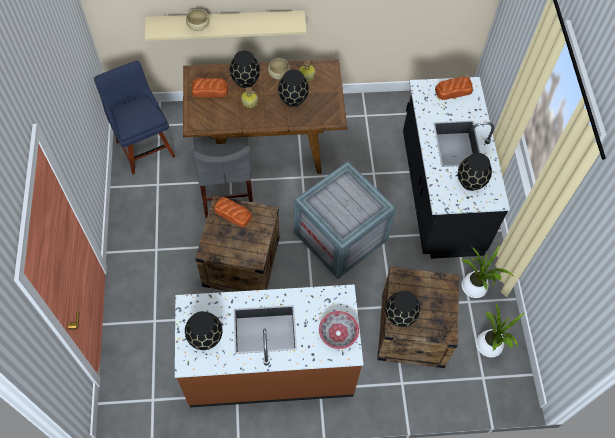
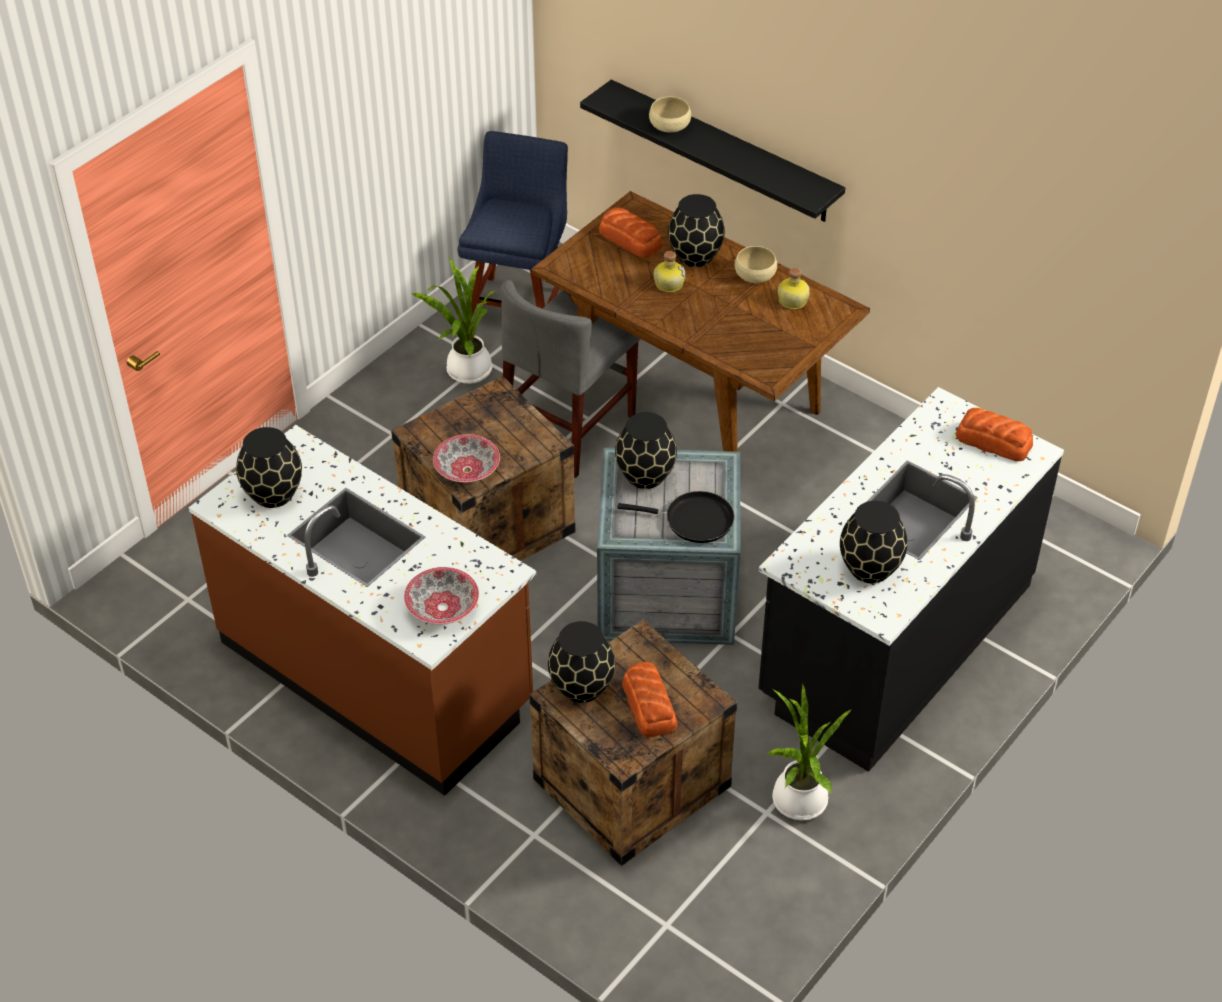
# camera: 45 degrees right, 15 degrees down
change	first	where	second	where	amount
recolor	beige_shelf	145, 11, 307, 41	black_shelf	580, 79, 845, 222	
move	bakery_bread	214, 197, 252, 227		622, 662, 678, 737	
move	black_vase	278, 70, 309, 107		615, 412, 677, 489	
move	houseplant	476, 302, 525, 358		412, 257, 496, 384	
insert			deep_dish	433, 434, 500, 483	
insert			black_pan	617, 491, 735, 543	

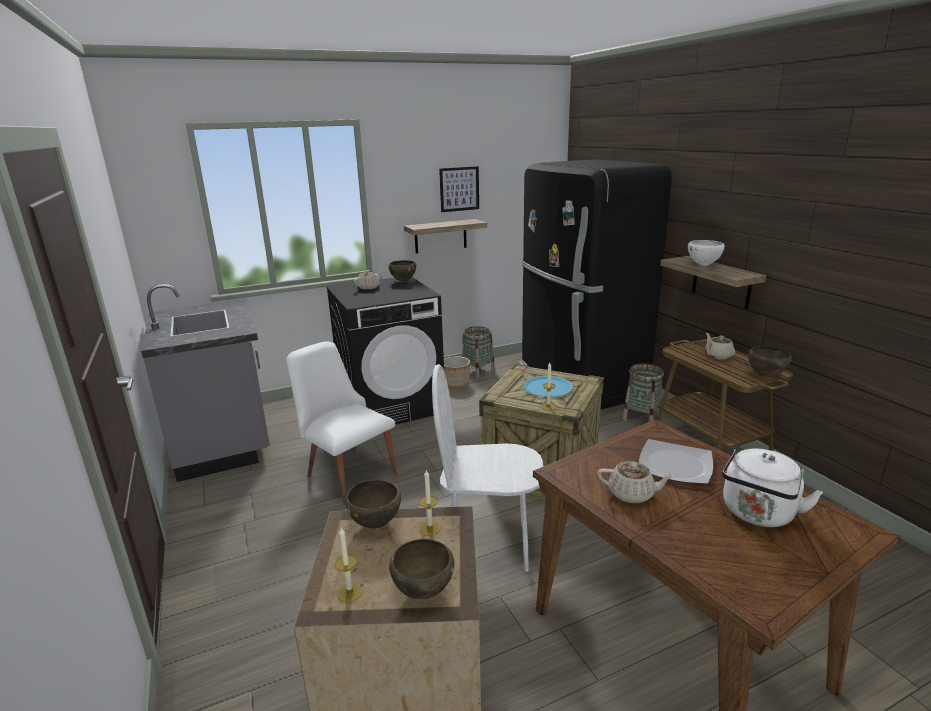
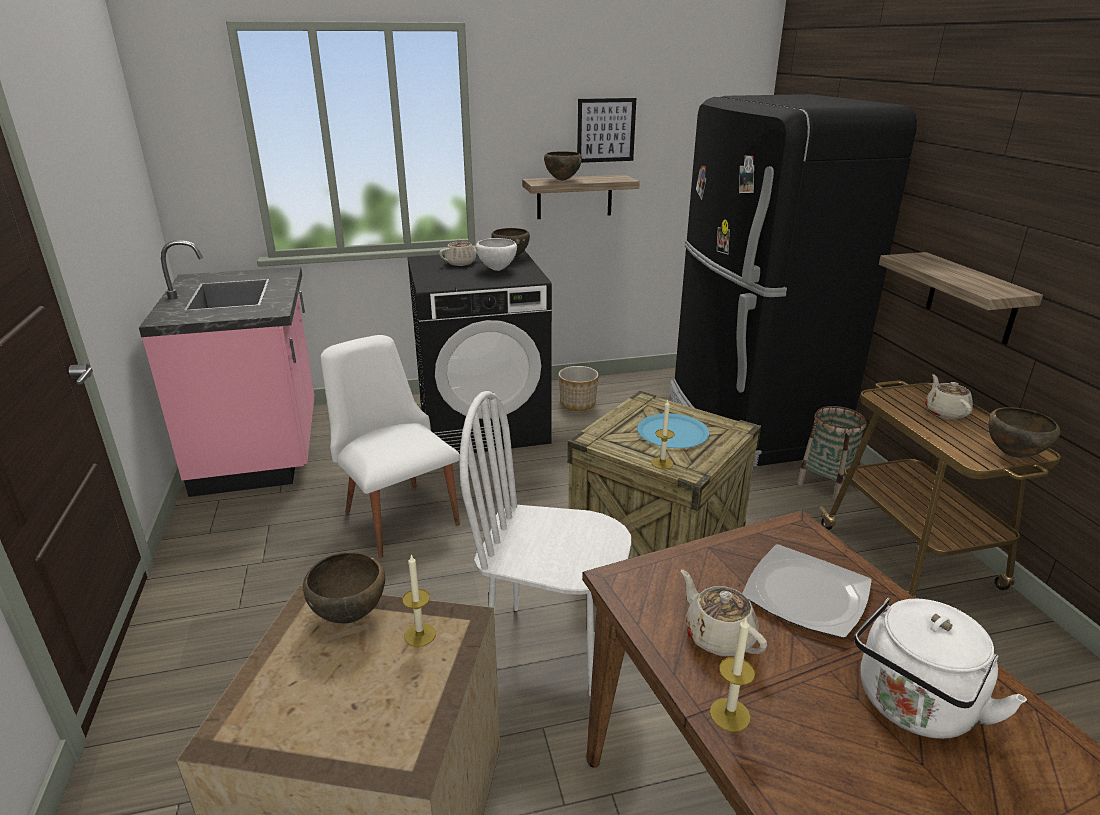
# camera: 10 degrees right, 5 degrees up
change	first	where	second	where	amount
recolor	grey_kitchen_counter	141, 284, 270, 482	pink_kitchen_counter	139, 240, 315, 497	
move	candle	335, 528, 362, 602		710, 618, 755, 732	
move	brown-coloured_deep_dish	389, 539, 454, 599		544, 151, 582, 180	
delete	basket	462, 326, 495, 379			
rotate	beige_tea_pot	597, 461, 675, 504		681, 570, 767, 656	150 degrees counterclockwise
move	whitish_deep_dish	688, 240, 725, 266		476, 238, 517, 271	

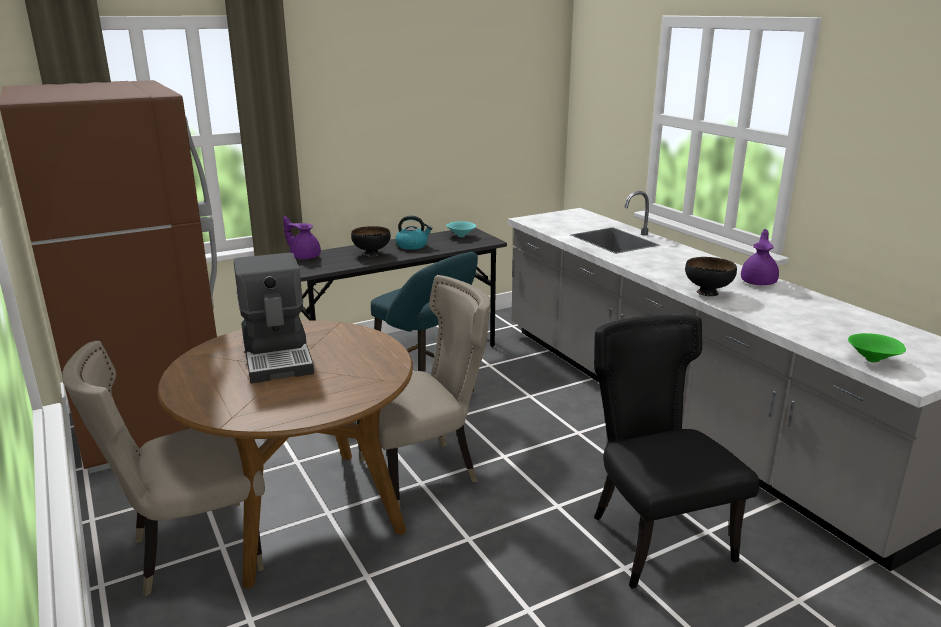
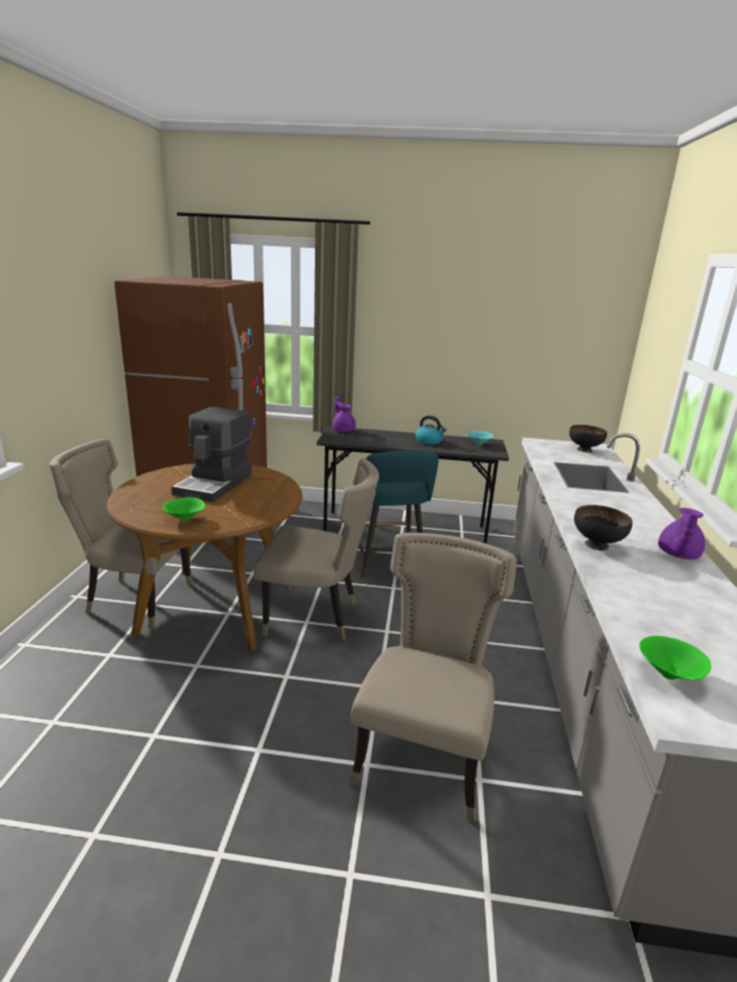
# camera: 35 degrees right, 0 degrees up
change	first	where	second	where	amount
move	black_deep_dish	351, 226, 391, 257		569, 425, 607, 452	
recolor	black_upright_chair	594, 314, 760, 589	beige_upright_chair	350, 533, 517, 822	
rotate	purplish_tea_pot	741, 229, 779, 285		658, 508, 705, 560	150 degrees clockwise
insert			green-coloured_deep_dish	163, 498, 206, 521	

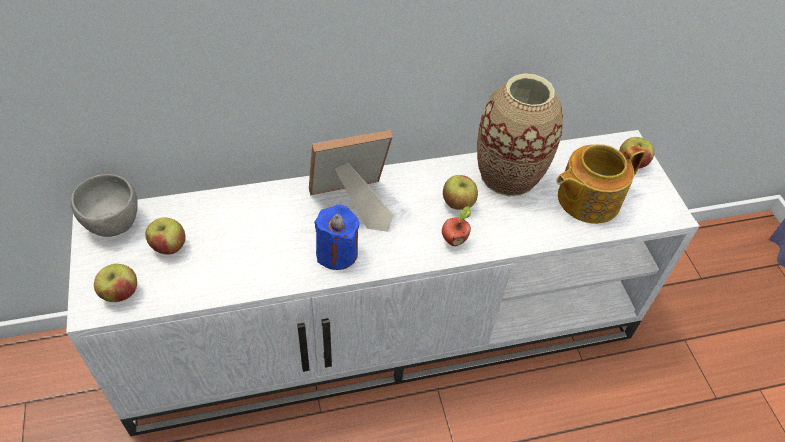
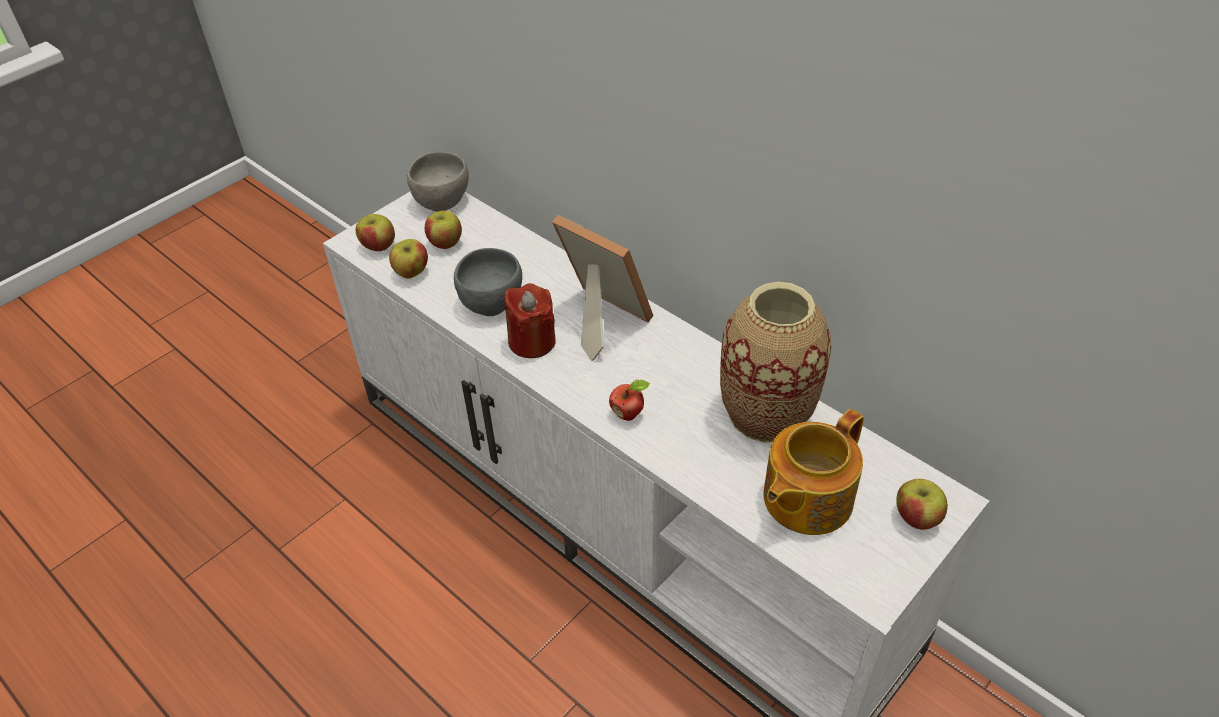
# camera: 60 degrees right, 5 degrees down
change	first	where	second	where	amount
recolor	blue-coloured_candle	314, 204, 359, 270	reddish_candle	505, 283, 556, 358	
move	whole_apple	443, 175, 478, 210		389, 239, 428, 279	
rotate	tea_pot	556, 144, 645, 224		763, 409, 864, 535	75 degrees counterclockwise
insert			grey_deep_dish	454, 248, 522, 316	

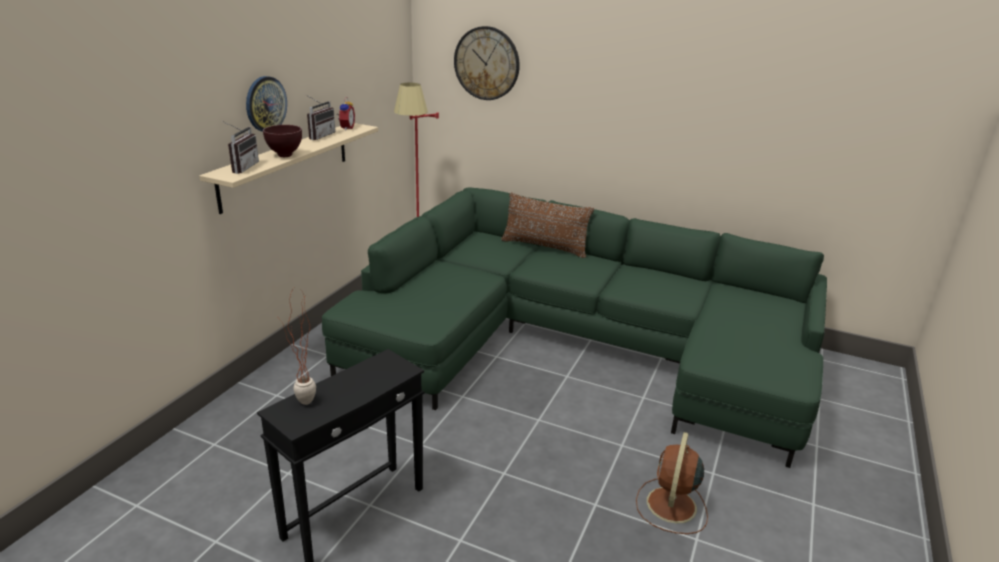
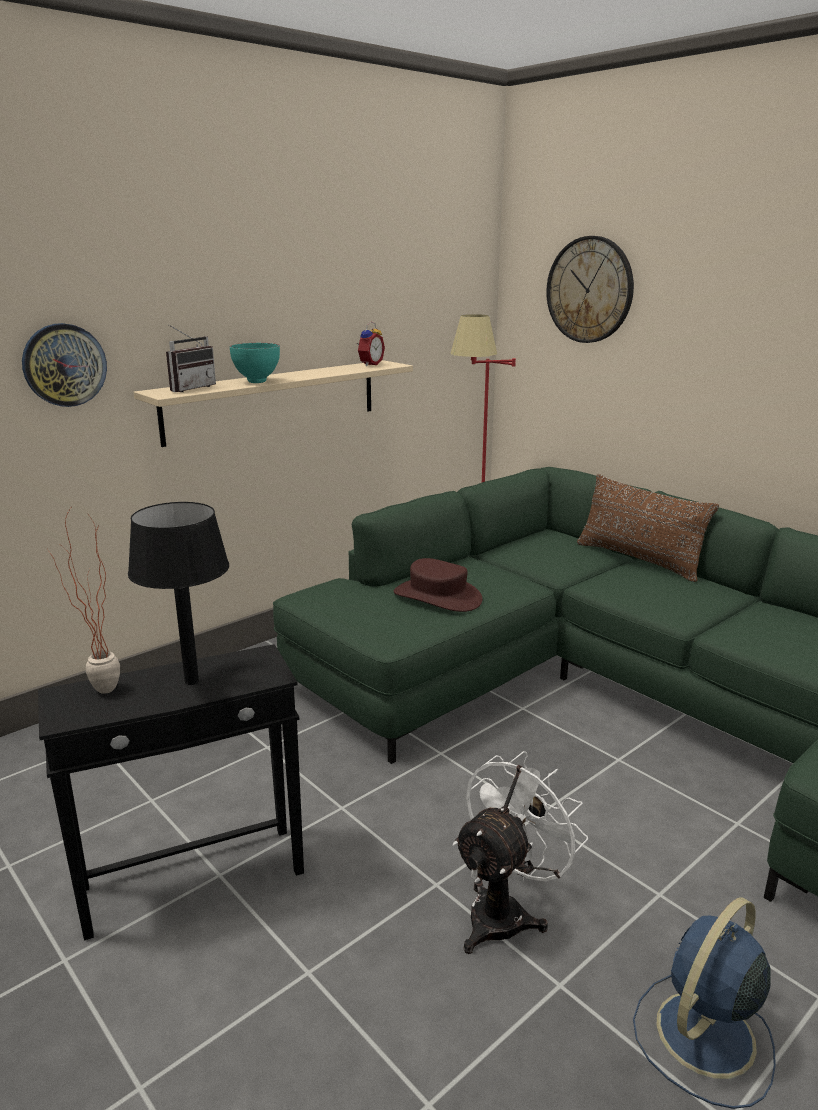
# camera: 25 degrees right, 5 degrees down
change	first	where	second	where	amount
move	hanging_clock	246, 76, 287, 132		22, 323, 107, 407	
recolor	brown-coloured_deep_dish	263, 125, 302, 157	blue-green_deep_dish	230, 343, 280, 383	
delete	radio_set	306, 95, 335, 140			
recolor	brown-coloured_fan	636, 432, 708, 534	blue-coloured_fan	633, 897, 776, 1109	
insert			black_lamp_for_a_table	128, 502, 229, 685	
insert			brown-coloured_hat	394, 558, 483, 612	
insert			whitish_fan	453, 751, 588, 954	

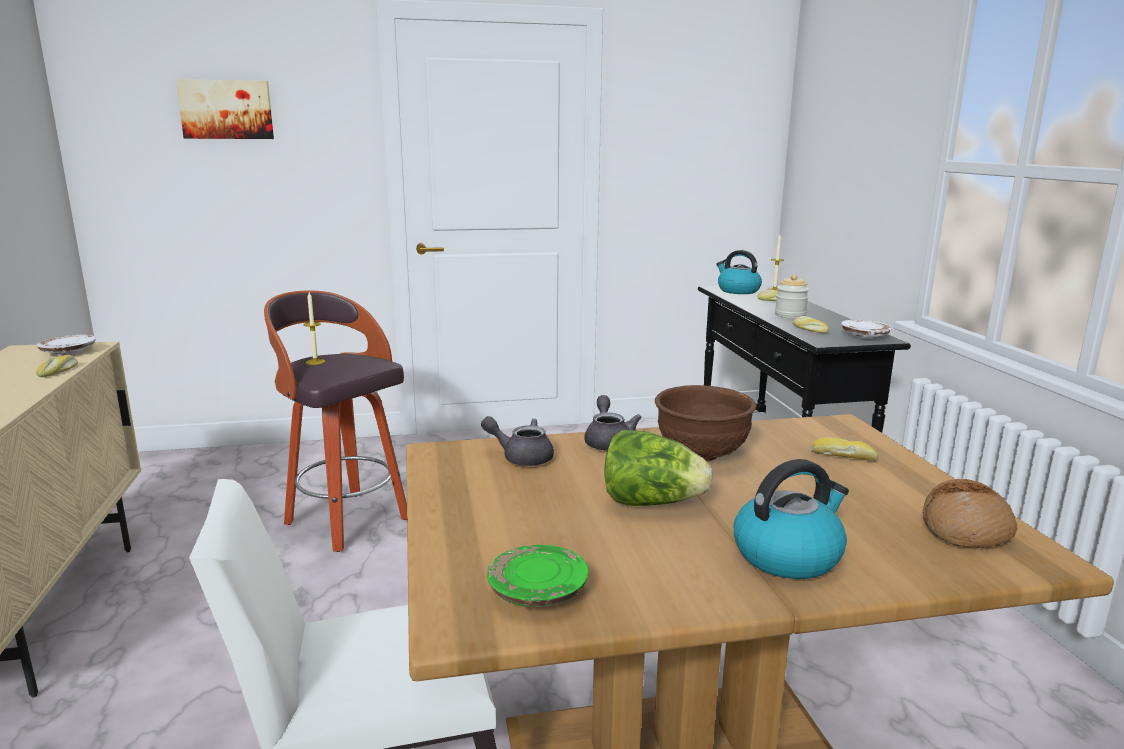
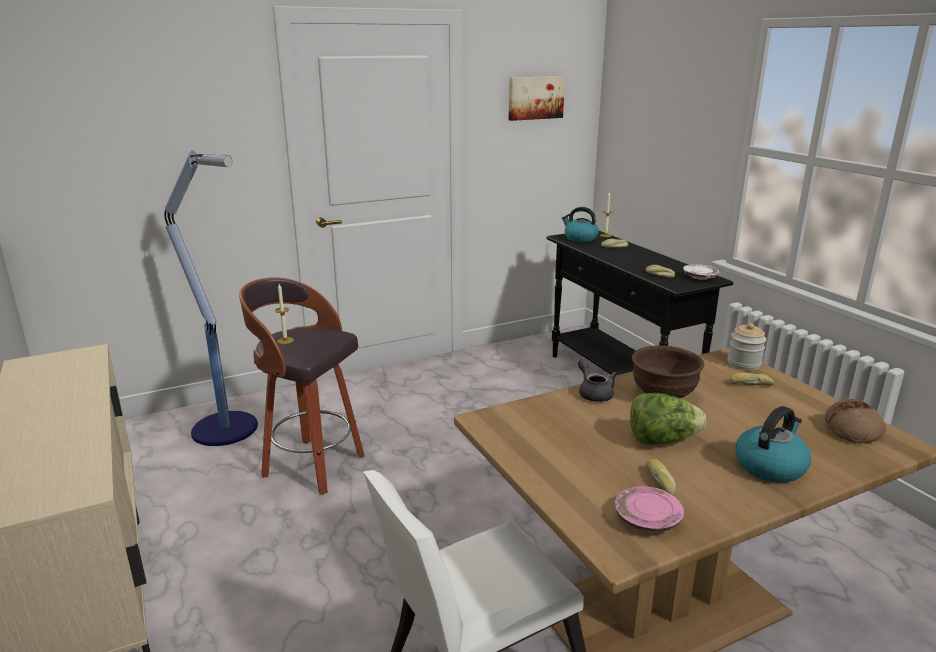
# camera: 15 degrees left, 5 degrees up
change	first	where	second	where	amount
move	bakery_bread	36, 355, 78, 377		645, 459, 676, 495	
delete	whitish_dinner_plate	37, 335, 96, 356			
move	wall_picture	176, 79, 274, 139		509, 76, 565, 121	
delete	grey_tea_pot	481, 416, 554, 466			
recolor	green-coloured_dinner_plate	487, 545, 589, 607	pink_dinner_plate	615, 486, 684, 532	
move	preserve_jar	775, 274, 809, 319		728, 323, 766, 370	
insert			standing_lamp	164, 150, 258, 446	

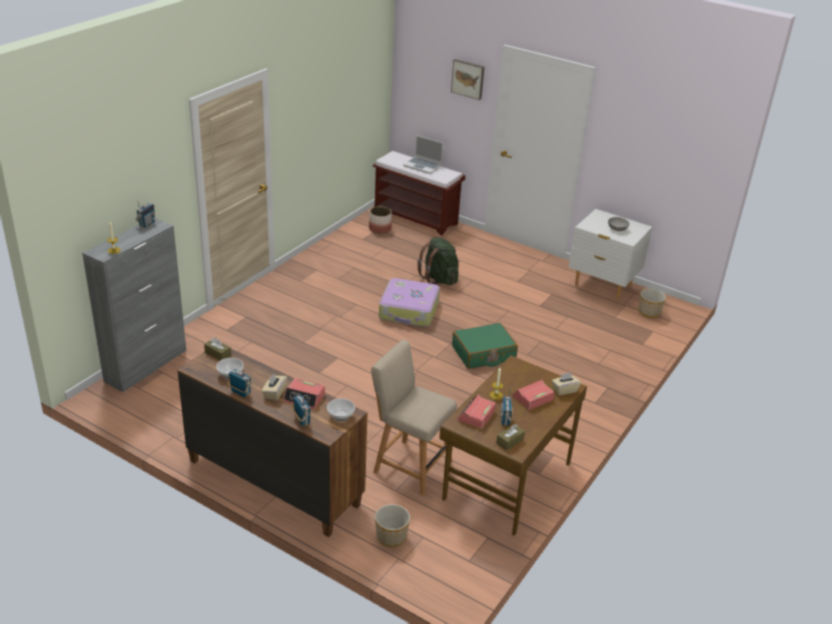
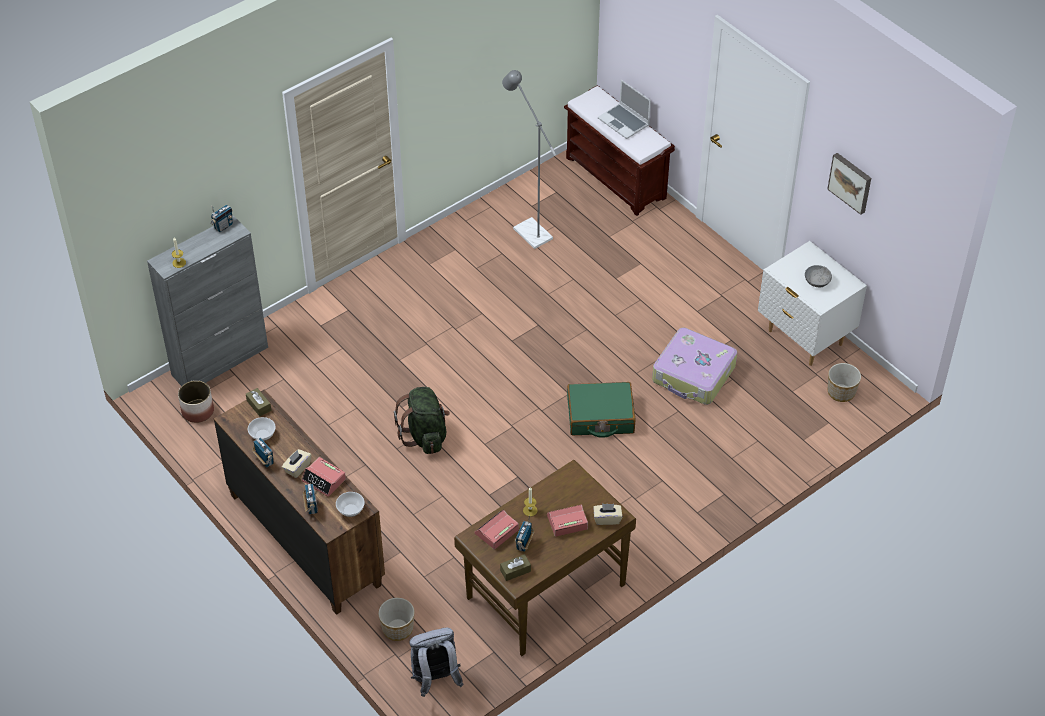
# camera: 20 degrees right, 15 degrees up
change	first	where	second	where	amount
move	flower_pot	369, 206, 392, 234		178, 380, 214, 423	
delete	beige_upright_chair	371, 339, 457, 496			
move	suitcase	379, 278, 440, 327		652, 327, 737, 405	
move	green-coloured_backpack	417, 237, 459, 285		394, 387, 450, 454	
move	wall_picture	451, 59, 484, 100		827, 153, 871, 215	
insert			grey_backpack	409, 628, 464, 697	
insert			grey_standing_lamp	502, 70, 556, 249	

